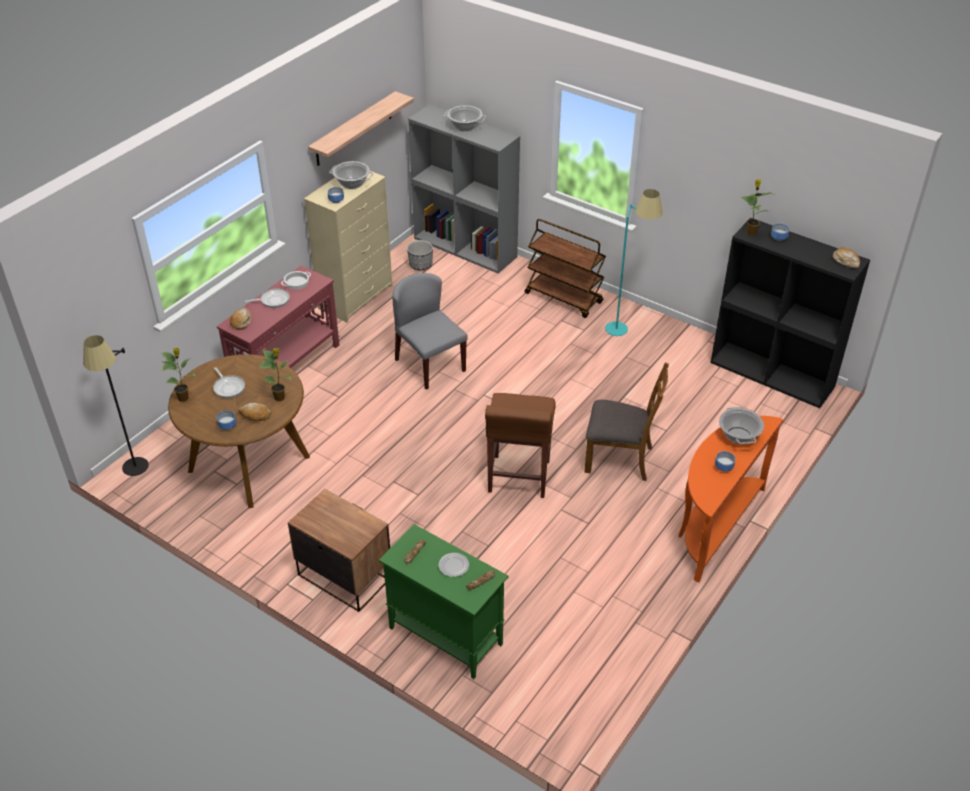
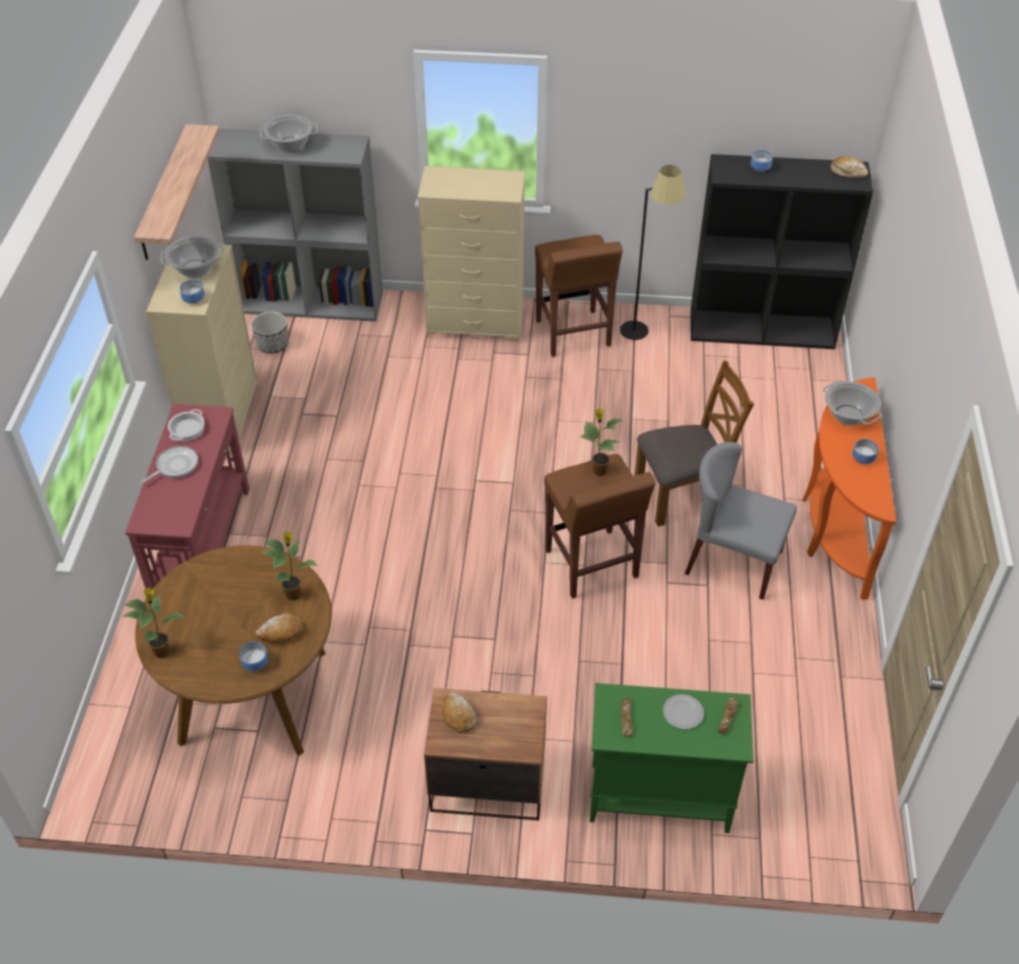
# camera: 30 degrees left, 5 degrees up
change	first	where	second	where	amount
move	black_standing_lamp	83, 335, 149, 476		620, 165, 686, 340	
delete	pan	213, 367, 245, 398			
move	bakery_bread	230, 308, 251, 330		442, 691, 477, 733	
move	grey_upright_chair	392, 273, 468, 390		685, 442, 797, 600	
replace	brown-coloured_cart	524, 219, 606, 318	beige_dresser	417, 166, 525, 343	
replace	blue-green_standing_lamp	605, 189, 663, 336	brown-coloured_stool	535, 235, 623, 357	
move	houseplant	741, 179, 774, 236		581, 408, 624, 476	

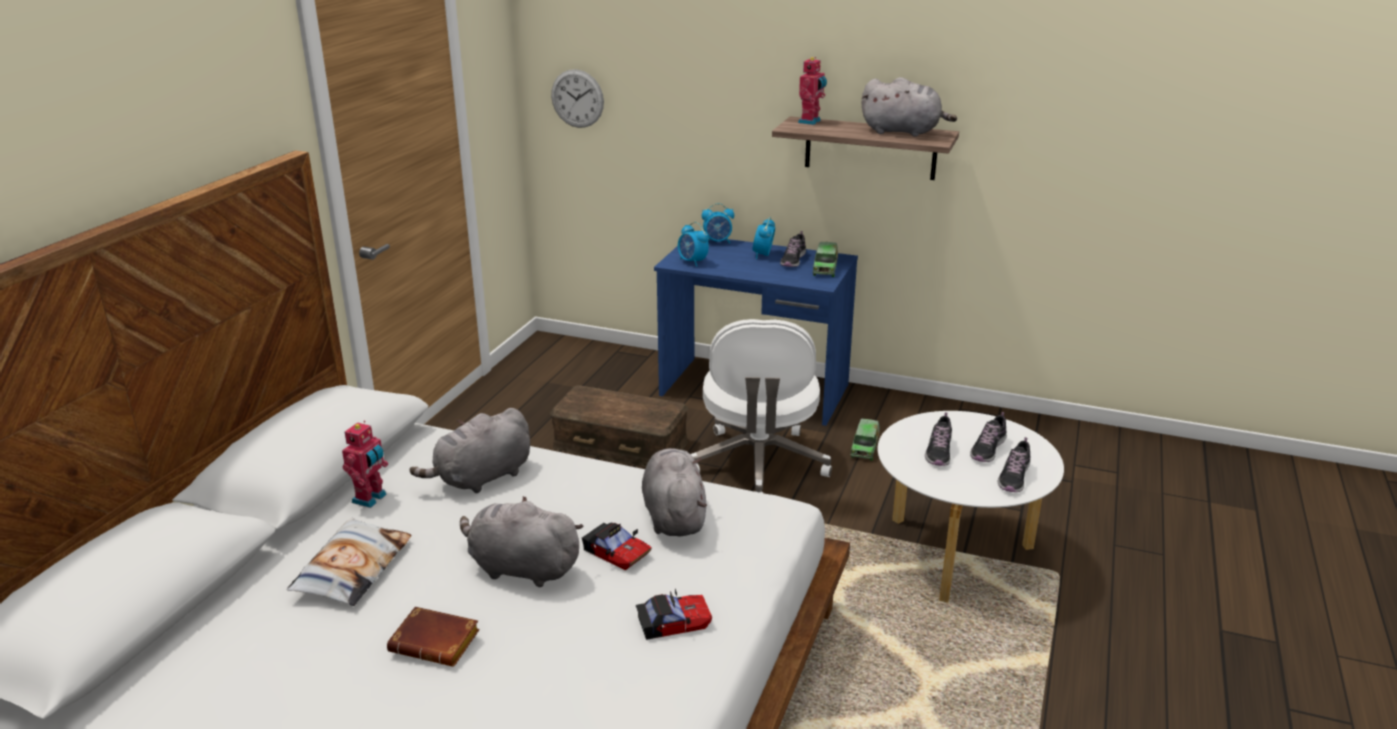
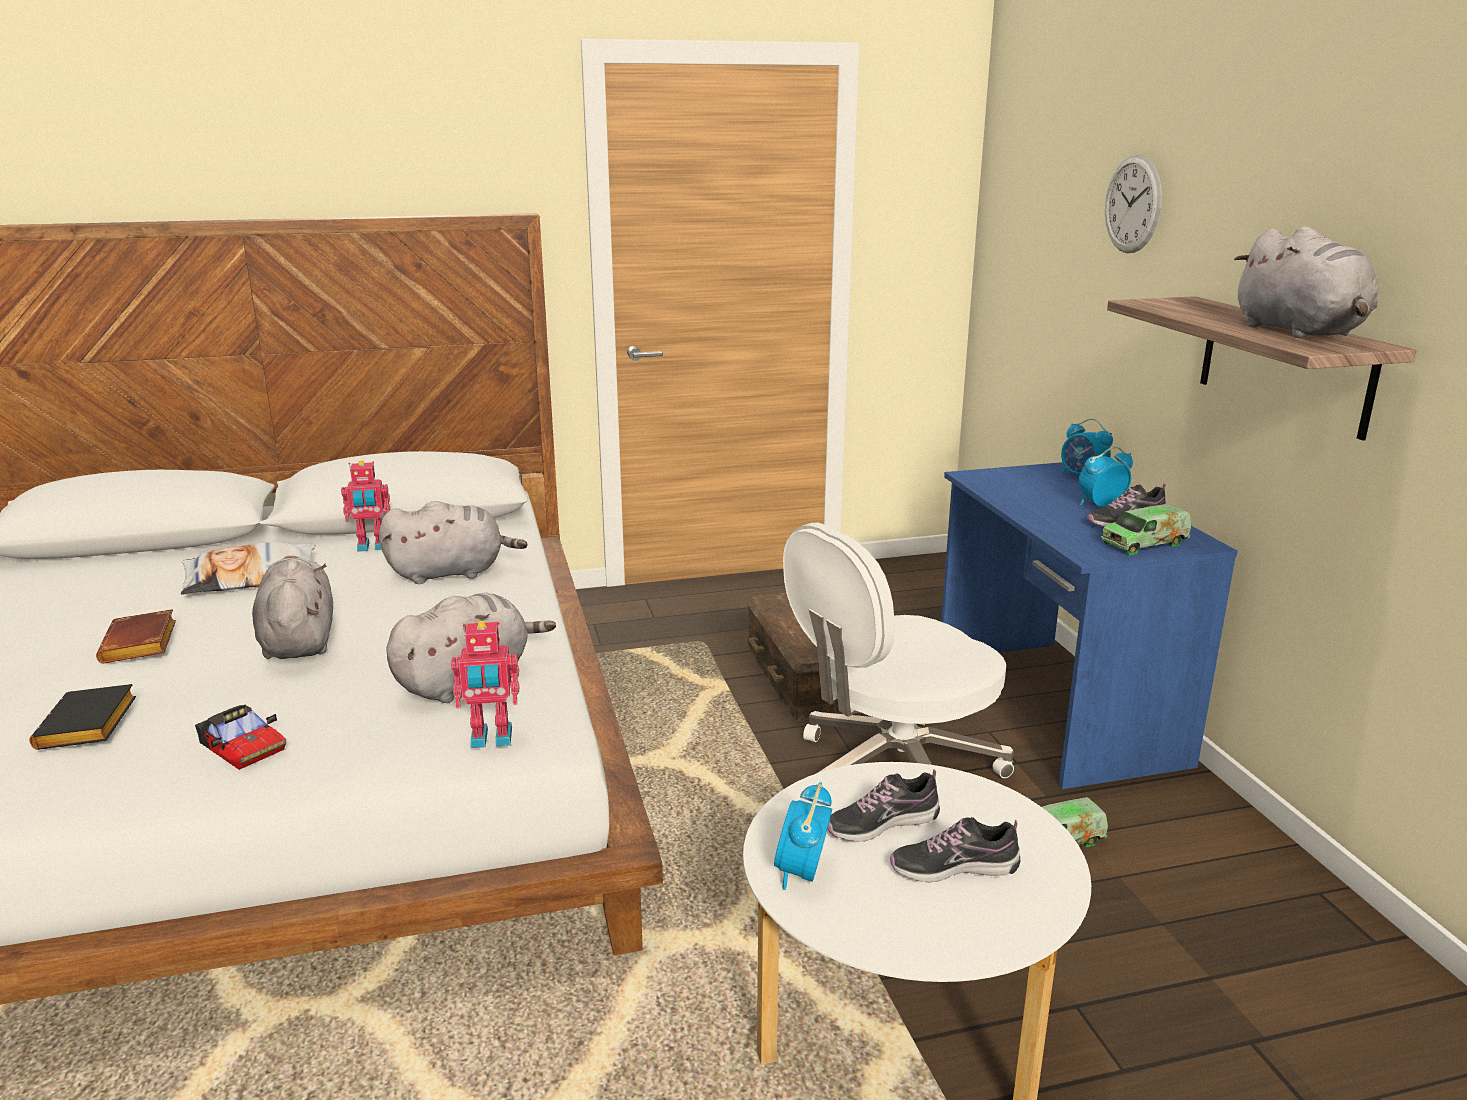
# camera: 55 degrees right, 5 degrees down
change	first	where	second	where	amount
rotate	grey_soft_toy	410, 408, 530, 493		379, 501, 527, 584	150 degrees clockwise
move	hanging_clock	551, 69, 604, 128		1105, 155, 1162, 253	
delete	toy_car	582, 523, 652, 571			
move	bedside_clock	678, 222, 709, 267		774, 782, 832, 890	
move	robot_figure	798, 57, 827, 125		451, 621, 519, 748	
delete	shoe	998, 437, 1030, 492			
insert			black_book	30, 684, 136, 750	

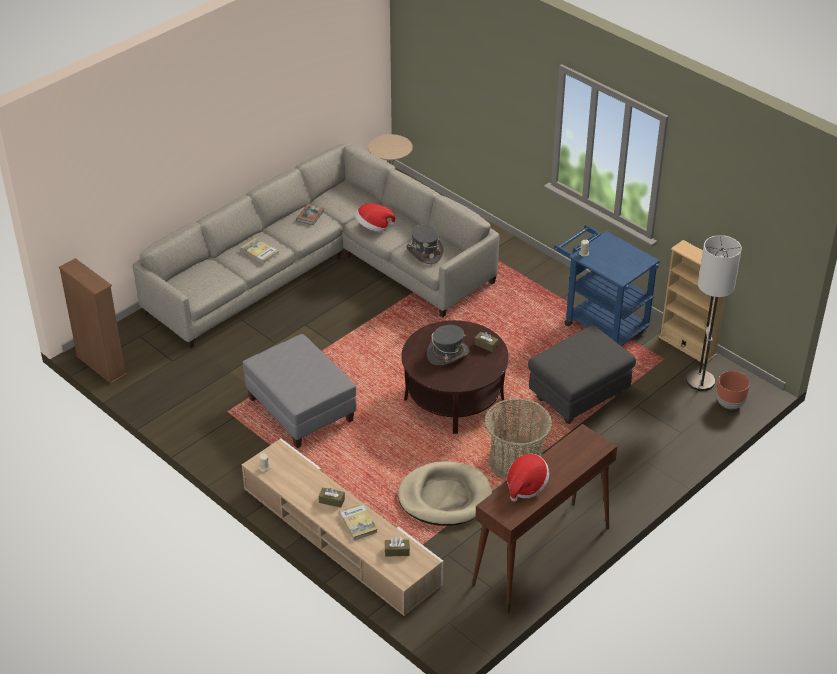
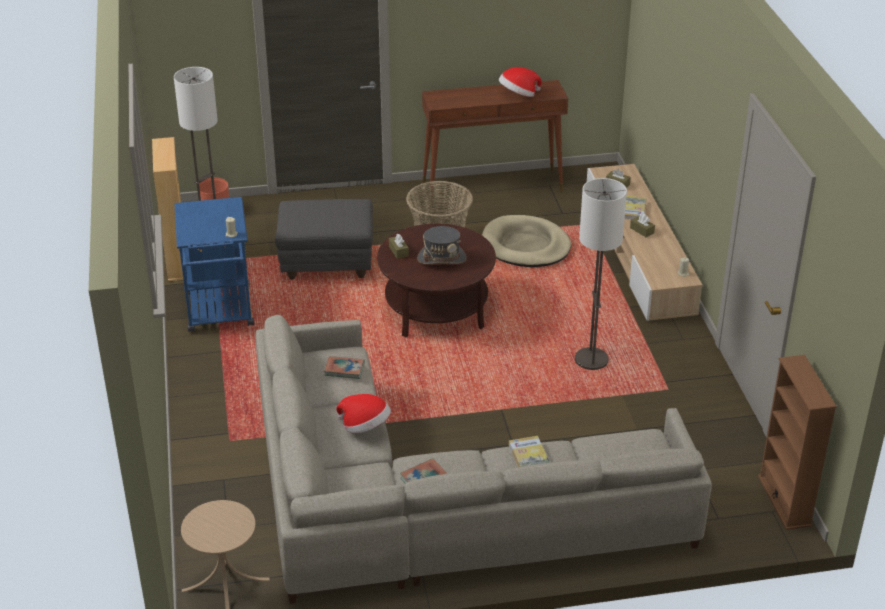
# camera: 145 degrees left, 5 degrees down
change	first	where	second	where	amount
replace	grey_pouffe	243, 334, 356, 448	standing_lamp	575, 178, 627, 370	
replace	grey_hat	407, 225, 443, 264	book	324, 356, 364, 379	

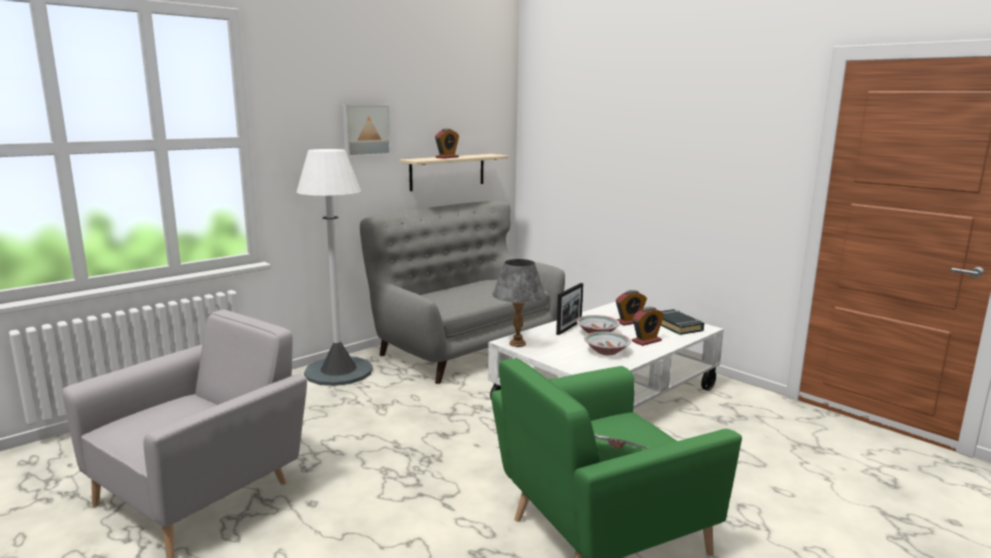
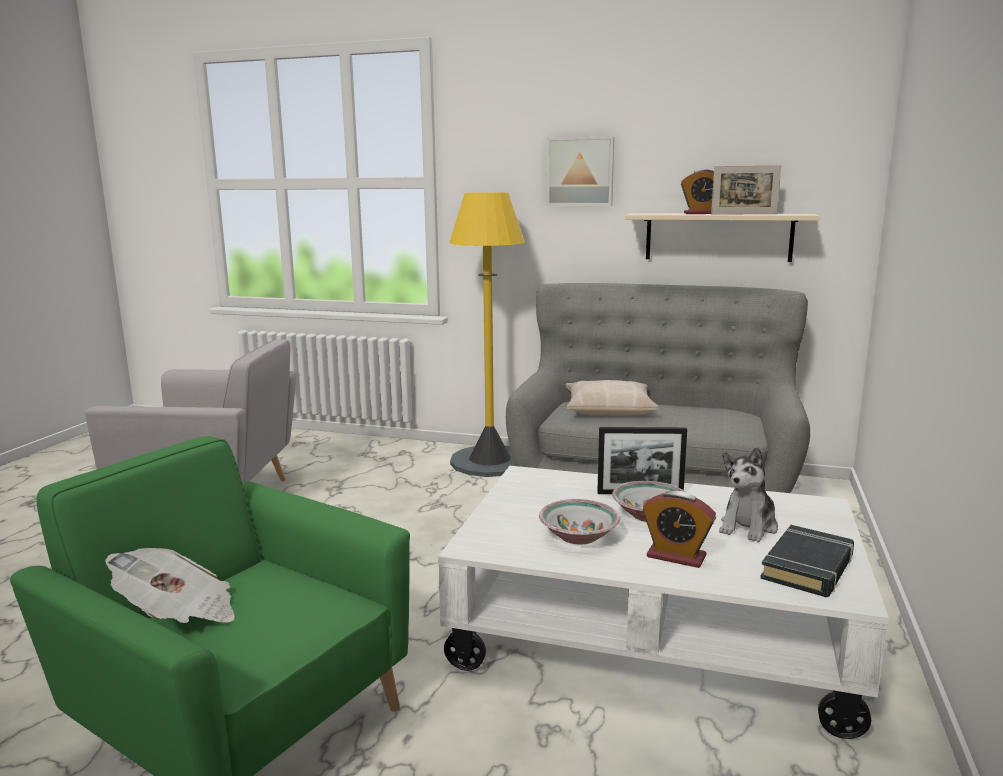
# camera: 60 degrees right, 0 degrees up
change	first	where	second	where	amount
recolor	whitish_standing_lamp	297, 149, 373, 386	yellow-coloured_standing_lamp	449, 192, 525, 477	
delete	grey_lamp_for_a_table	492, 259, 545, 347			
replace	bedside_clock	616, 290, 647, 326	soft_toy	719, 447, 778, 542	
insert			beige_cushion	565, 380, 659, 415	
insert			picture_frame	711, 165, 781, 215	

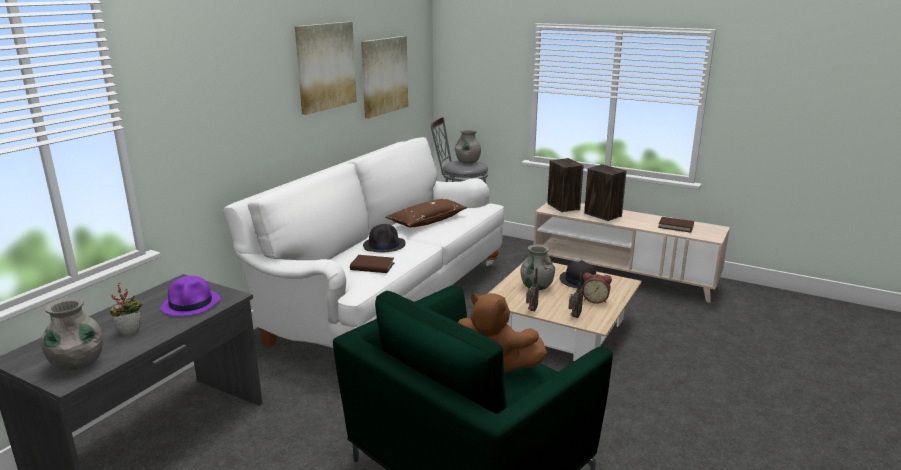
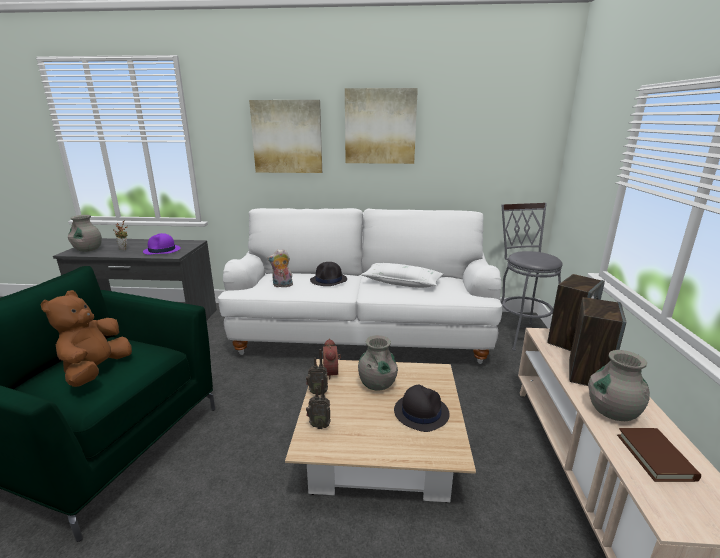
# camera: 65 degrees right, 0 degrees up
change	first	where	second	where	amount
replace	brown-coloured_book	350, 255, 394, 273	soft_toy	267, 249, 293, 287	
move	wall_picture	361, 36, 408, 119		249, 100, 322, 173	
recolor	brown-coloured_cushion	386, 199, 468, 228	whitish_cushion	361, 263, 443, 288	
move	grey_vase	455, 129, 481, 164		588, 350, 650, 421	
move	bedside_clock	582, 273, 612, 304		323, 339, 341, 380	

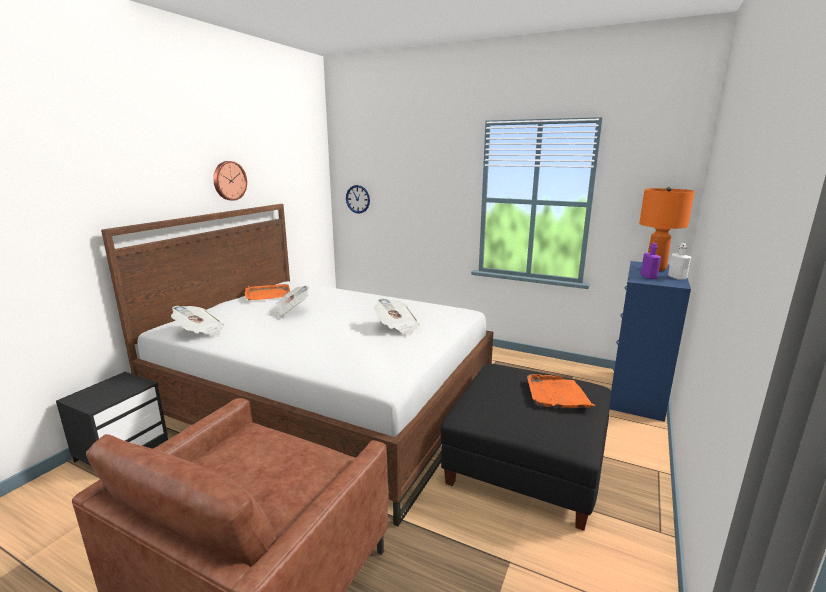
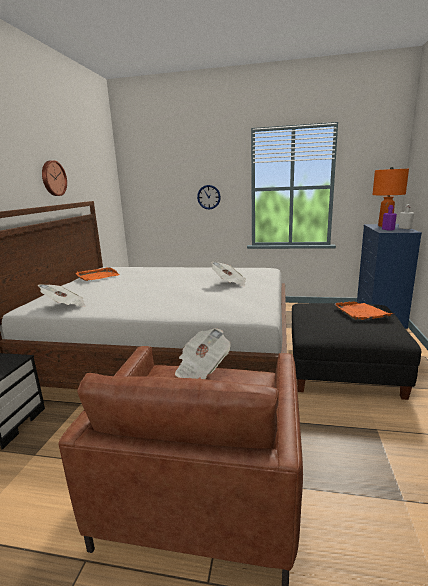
# camera: 15 degrees left, 0 degrees up
change	first	where	second	where	amount
move	newspaper	267, 286, 309, 317		175, 328, 230, 379	
move	hanging_clock	346, 185, 370, 214		197, 185, 221, 210	

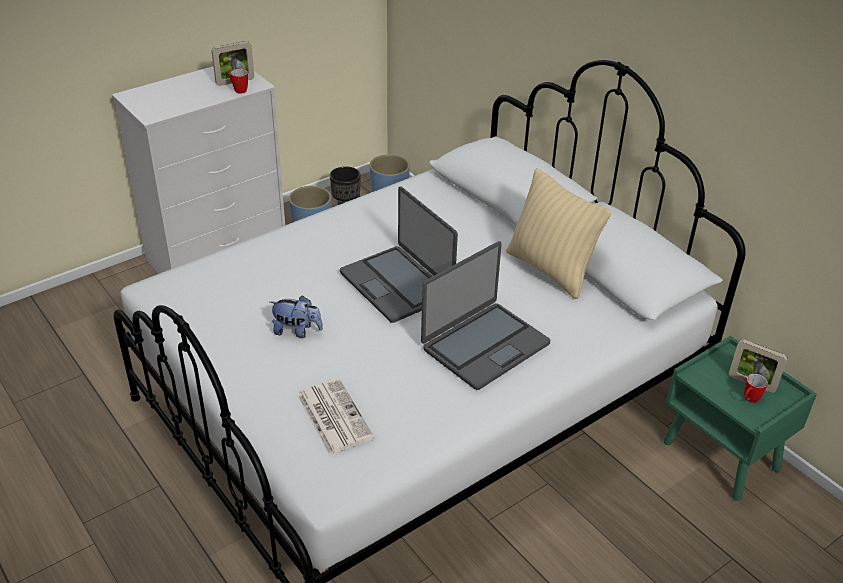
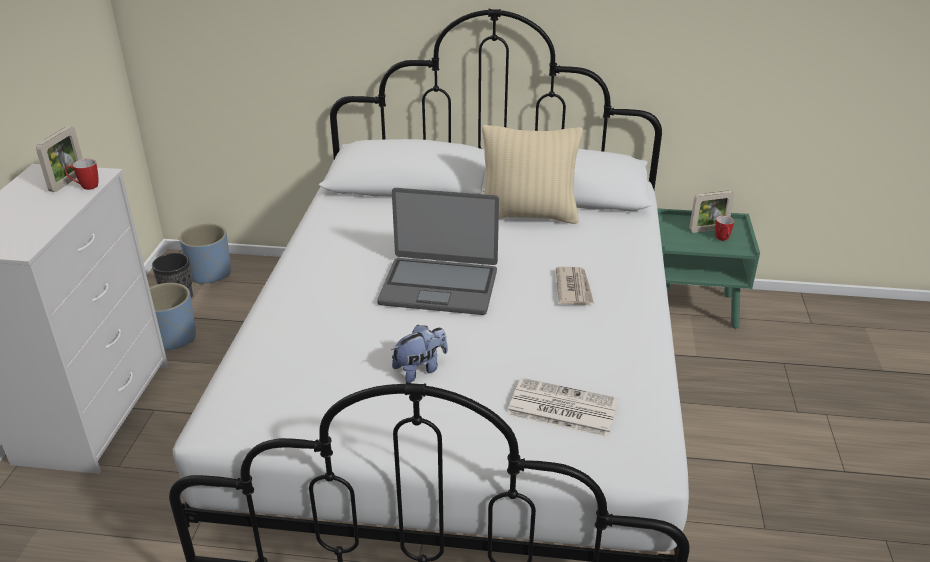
# camera: 45 degrees left, 5 degrees down
change	first	where	second	where	amount
replace	laptop	421, 241, 550, 390	newspaper	556, 267, 594, 305	

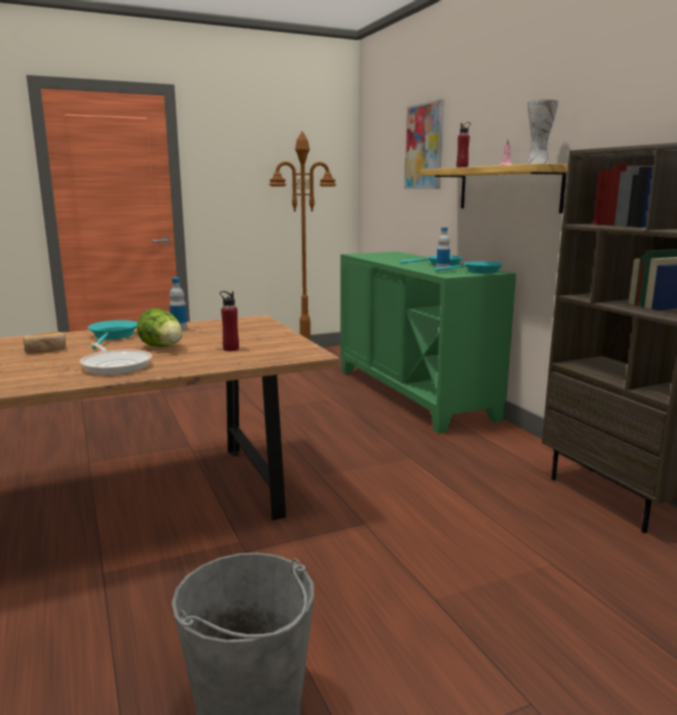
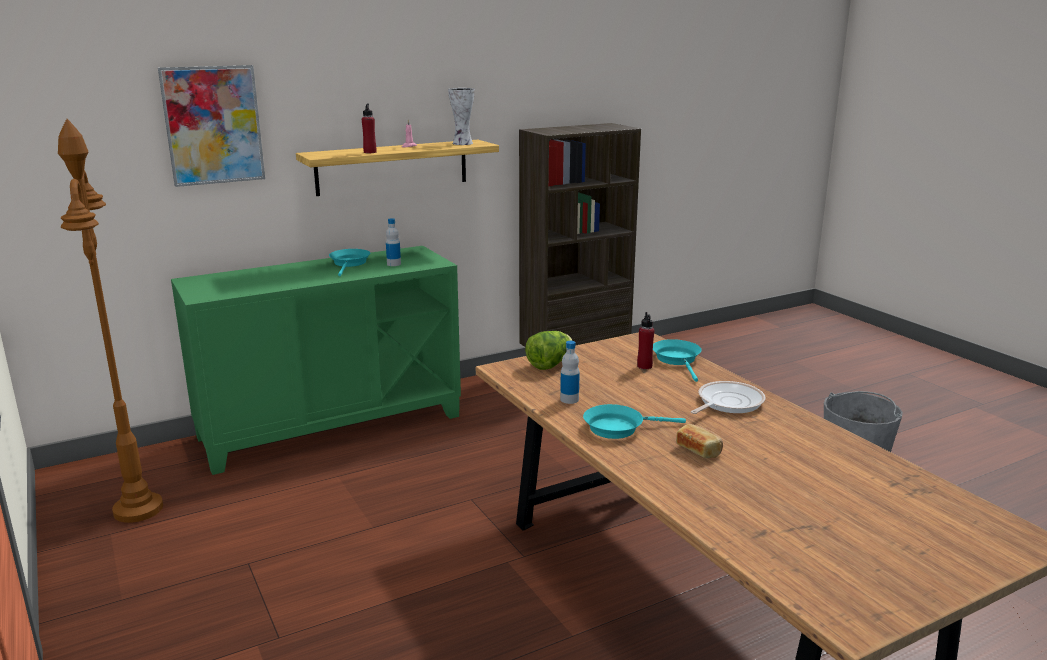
# camera: 95 degrees left, 5 degrees up
change	first	where	second	where	amount
move	head_of_lettuce	137, 308, 182, 347		525, 331, 572, 370	
move	blue-green_pan	435, 261, 503, 274		653, 339, 702, 382	

